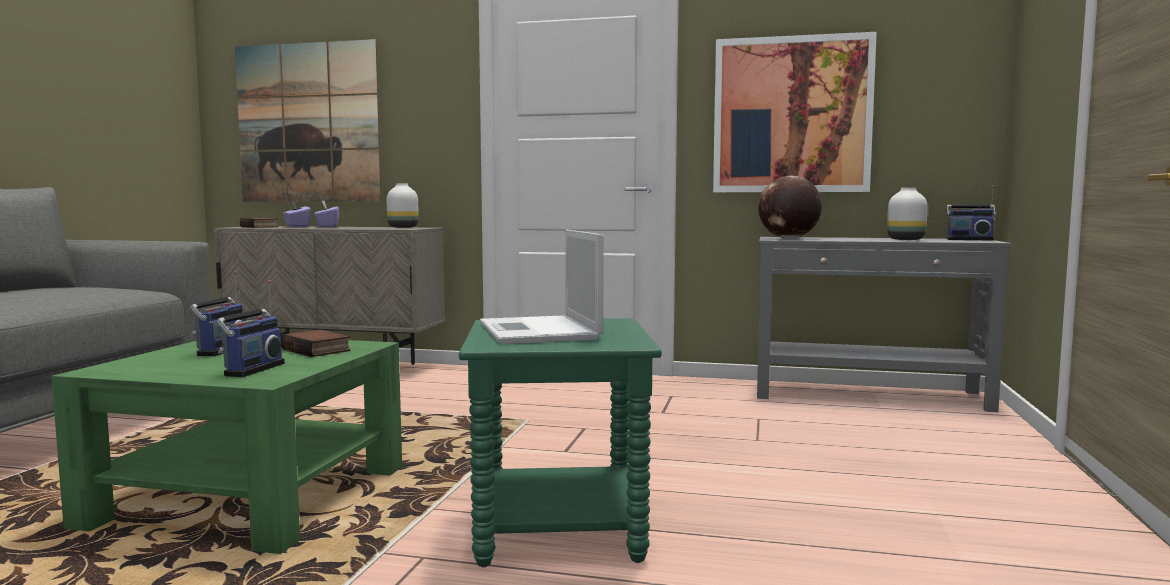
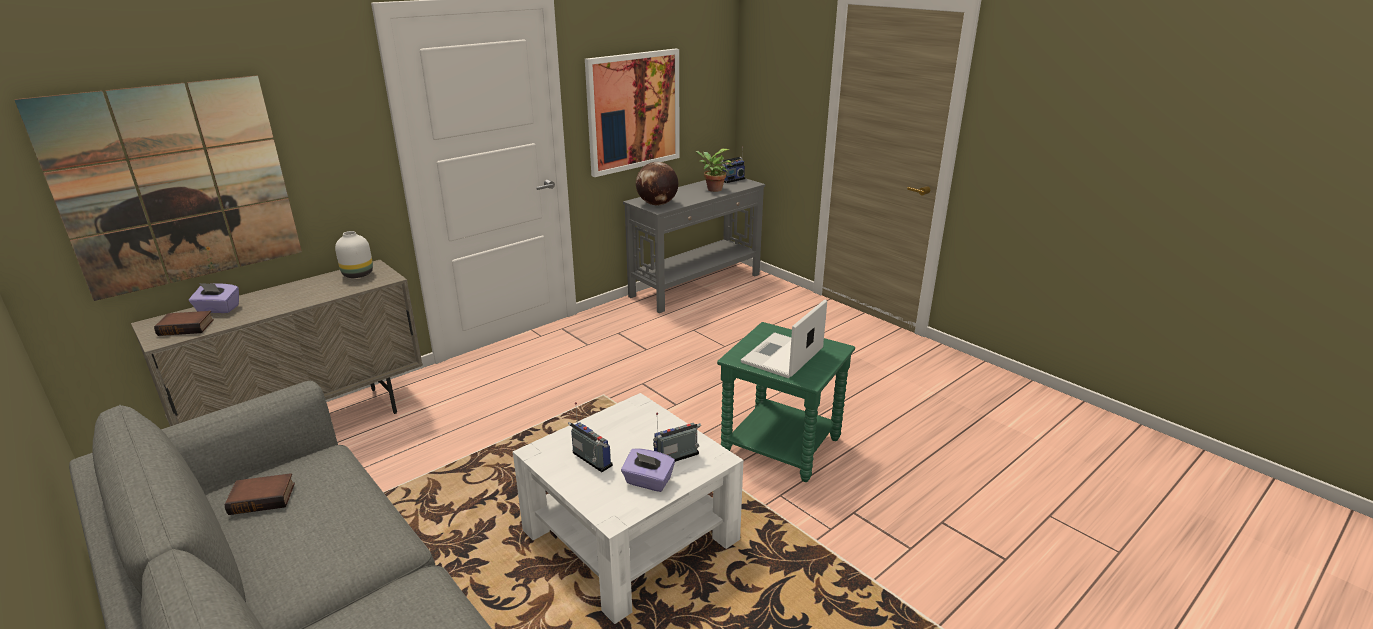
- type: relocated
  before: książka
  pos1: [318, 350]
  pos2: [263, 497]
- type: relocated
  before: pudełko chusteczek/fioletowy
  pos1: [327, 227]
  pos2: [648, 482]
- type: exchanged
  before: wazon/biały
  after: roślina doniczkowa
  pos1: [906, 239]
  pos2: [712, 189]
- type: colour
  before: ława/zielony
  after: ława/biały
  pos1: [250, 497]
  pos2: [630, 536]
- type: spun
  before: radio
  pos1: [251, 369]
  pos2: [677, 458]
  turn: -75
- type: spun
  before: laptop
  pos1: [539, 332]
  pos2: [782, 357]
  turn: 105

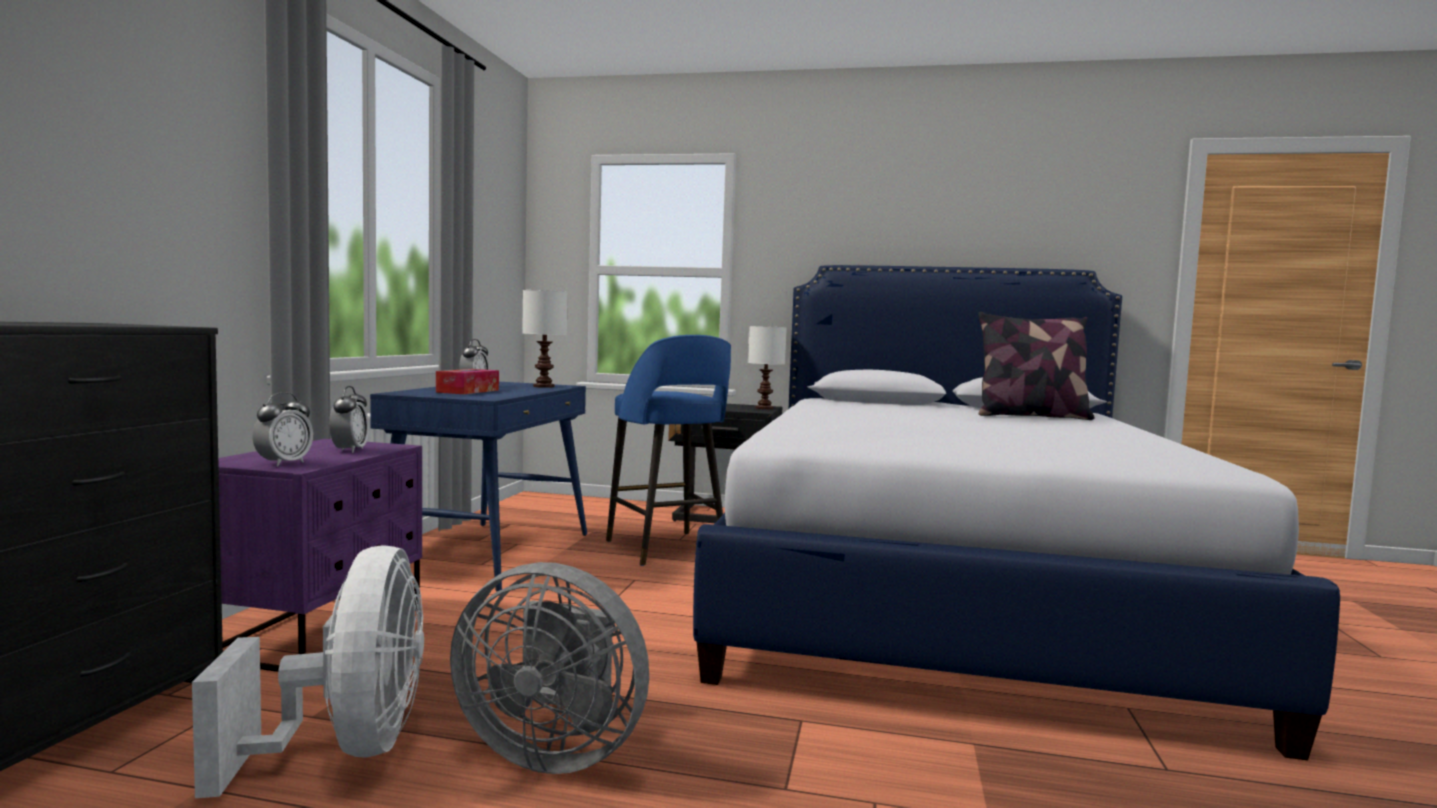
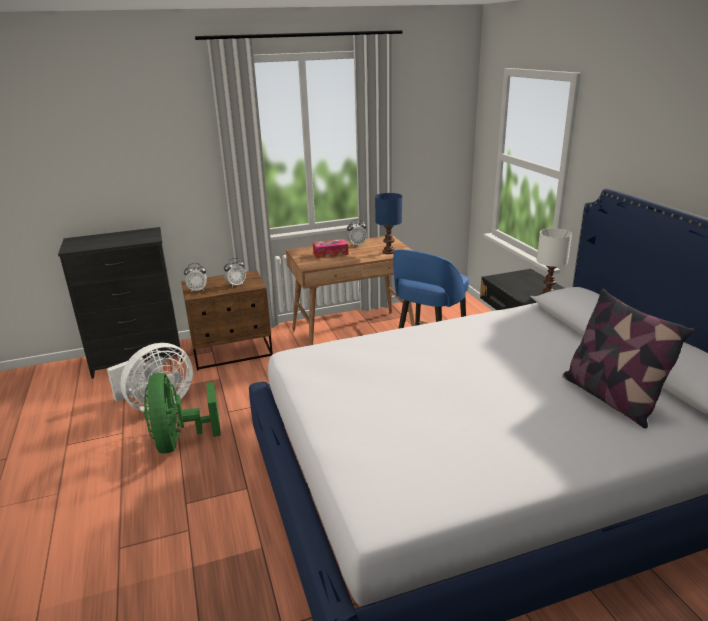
- type: colour
  before: szafka nocna/fioletowy
  after: szafka nocna/brązowy
  pos1: [319, 633]
  pos2: [232, 352]
- type: colour
  before: biurko/niebieski
  after: biurko/brązowy
  pos1: [489, 554]
  pos2: [353, 334]
- type: colour
  before: wentylator/szary
  after: wentylator/zielony
  pos1: [553, 751]
  pos2: [180, 441]
- type: colour
  before: lampa stołowa/biały
  after: lampa stołowa/niebieski
  pos1: [544, 386]
  pos2: [389, 252]

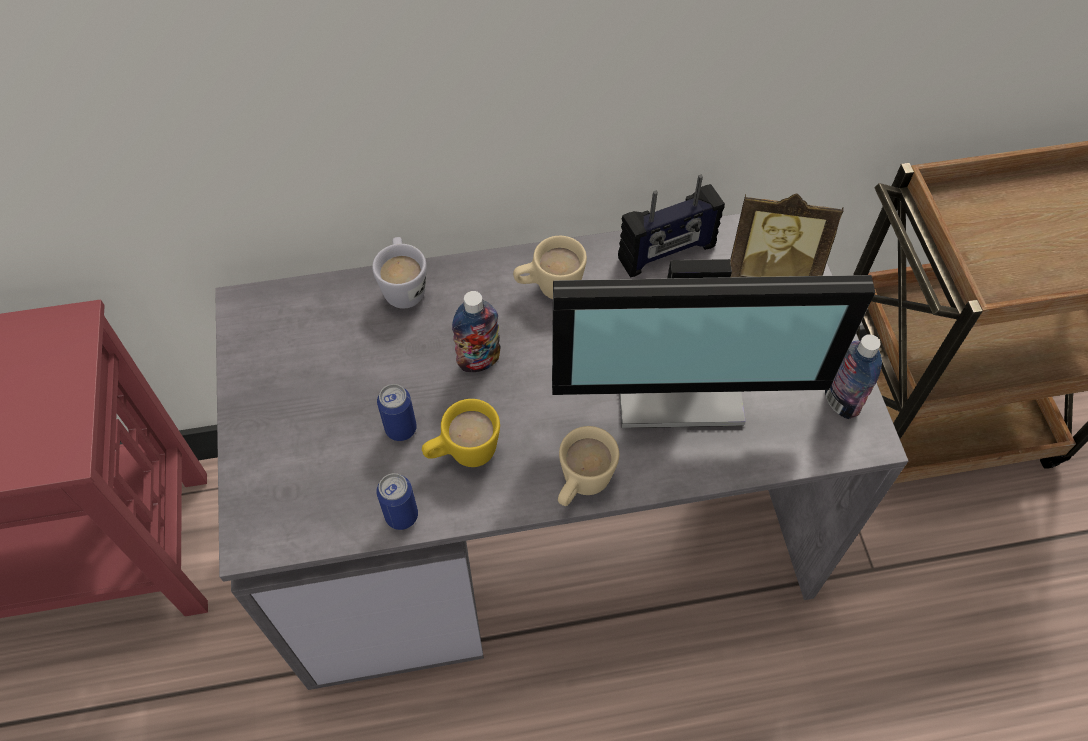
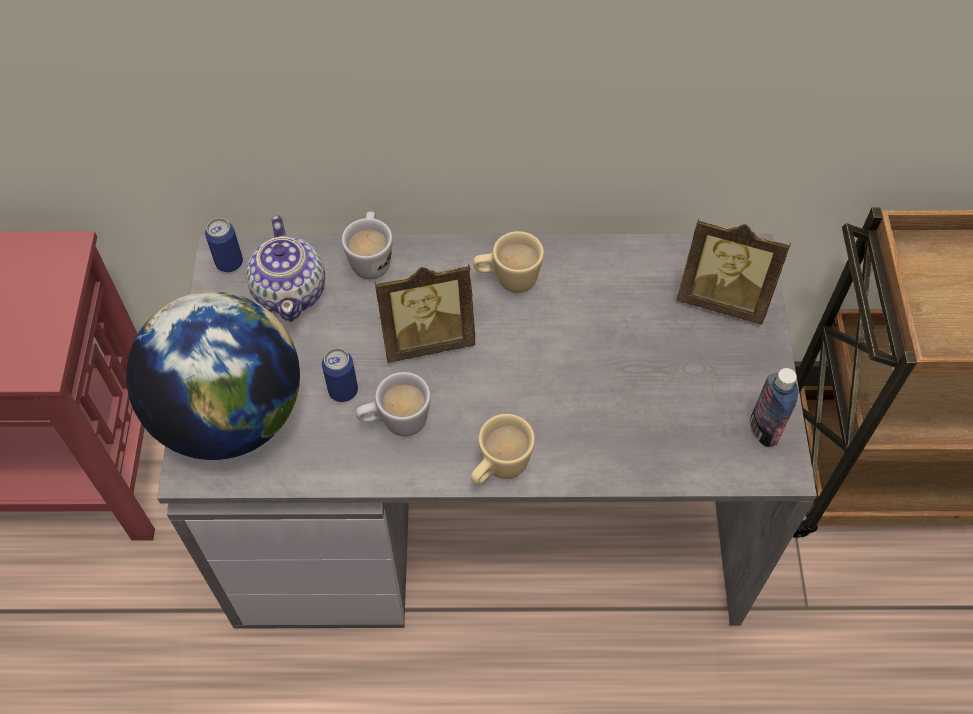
- type: missing
  before: monitor
  pos1: [680, 380]
- type: missing
  before: radio
  pos1: [667, 253]
- type: appeared
  after: globus
  pos2: [230, 415]
- type: appeared
  after: imbryk
  pos2: [291, 291]
- type: relocated
  before: puszka
  pos1: [401, 515]
  pos2: [229, 263]
- type: exchanged
  before: butelka
  after: ramka na zdjęcie
  pos1: [479, 360]
  pos2: [427, 338]
- type: colour
  before: kubek/żółty
  after: kubek/biały
  pos1: [463, 453]
  pos2: [395, 422]

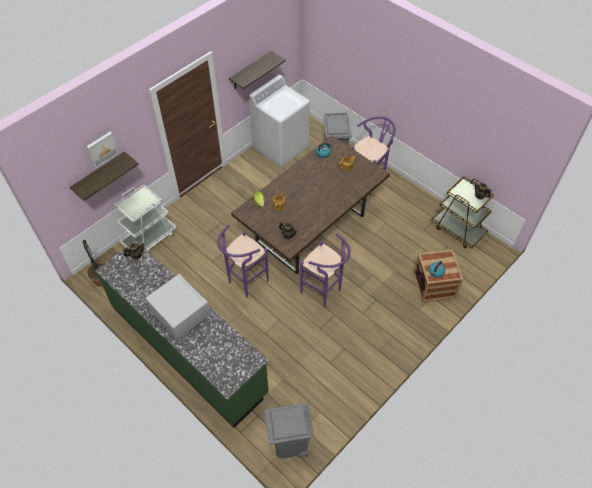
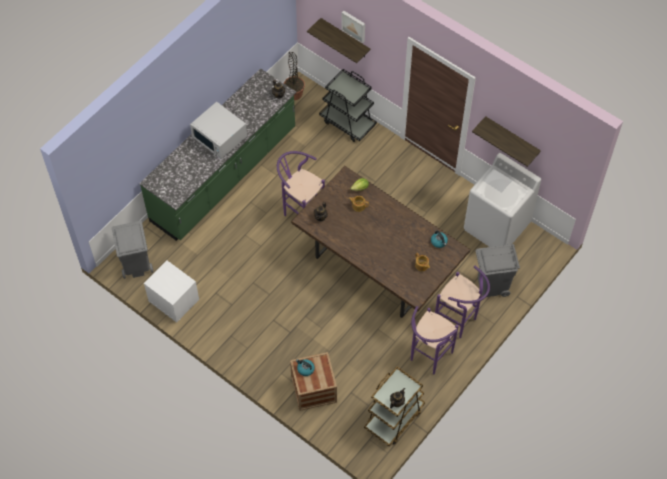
- type: appeared
  after: szafka nocna/biały
  pos2: [173, 300]
- type: relocated
  before: stołek/fioletowy
  pos1: [324, 293]
  pos2: [428, 358]
- type: colour
  before: wózek/biały
  after: wózek/czarny
  pos1: [149, 238]
  pos2: [348, 123]
- type: spun
  before: mikrofalówka/biały
  pos1: [180, 312]
  pos2: [220, 137]
  turn: 90

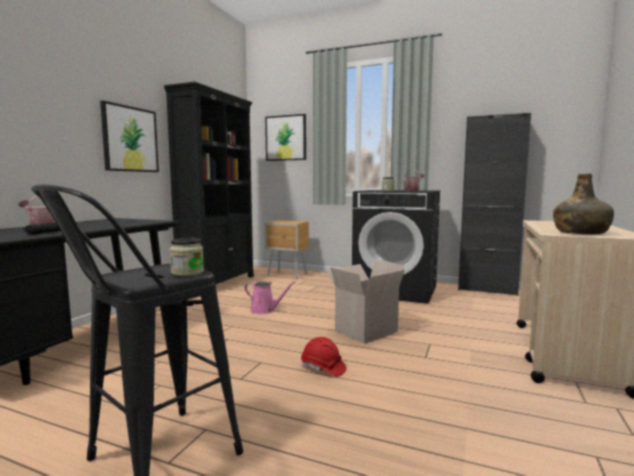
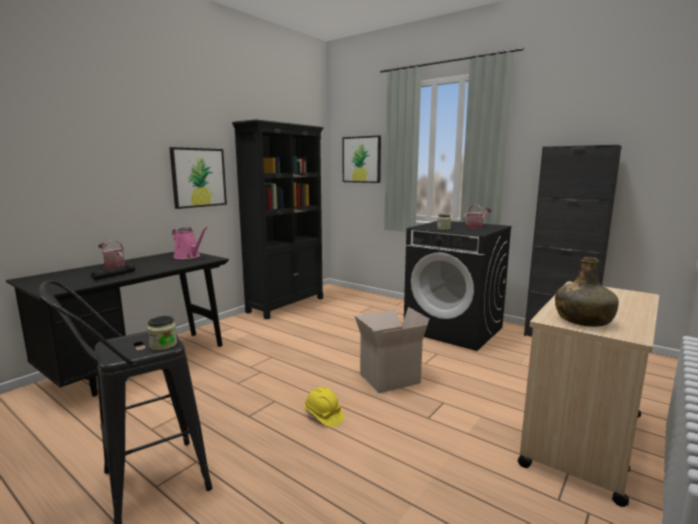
- type: missing
  before: szafka nocna/brązowy
  pos1: [288, 275]
- type: relocated
  before: konewka/różowy
  pos1: [265, 310]
  pos2: [188, 256]
- type: colour
  before: kask/czerwony
  after: kask/żółty
  pos1: [323, 368]
  pos2: [323, 416]

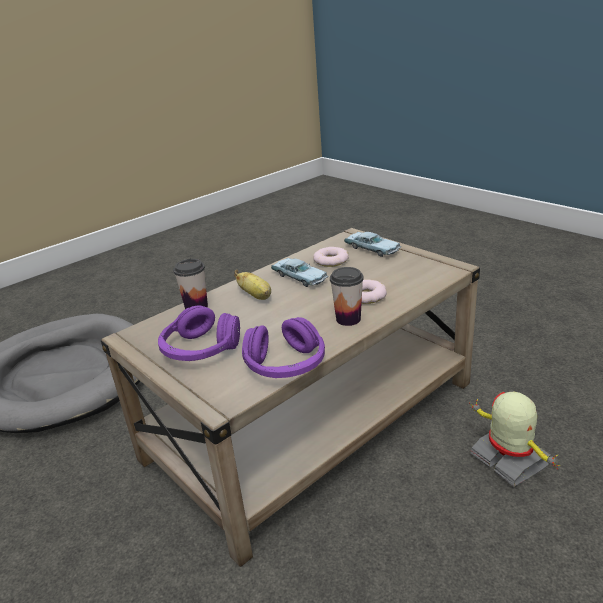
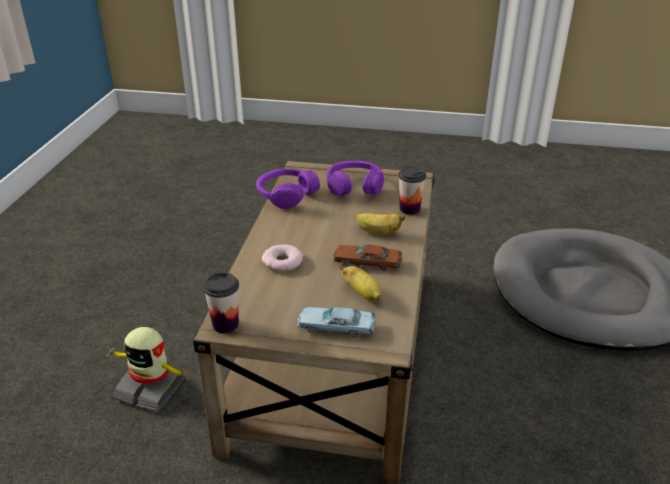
- type: relocated
  before: filiżanka
  pos1: [348, 319]
  pos2: [225, 324]
- type: exchanged
  before: donut
  after: banan
  pos1: [331, 260]
  pos2: [363, 294]
- type: colour
  before: samochodzik/niebieski
  after: samochodzik/brązowy
  pos1: [299, 277]
  pos2: [367, 262]

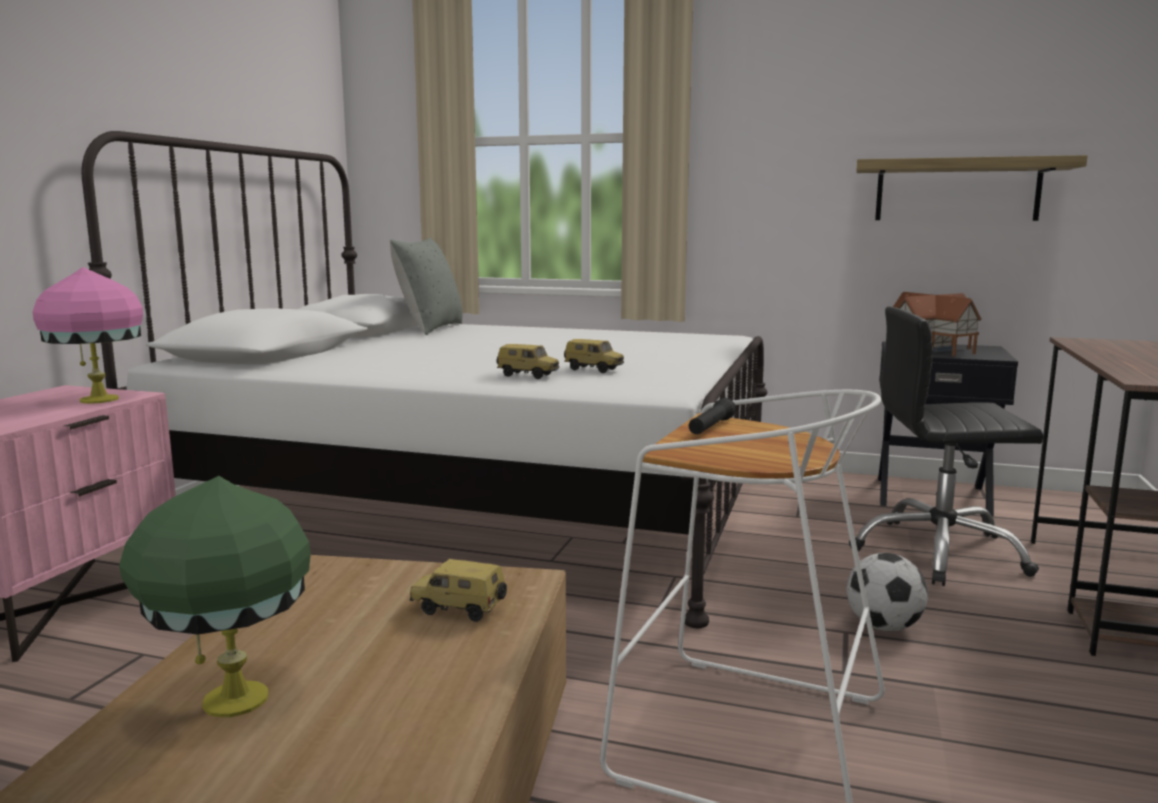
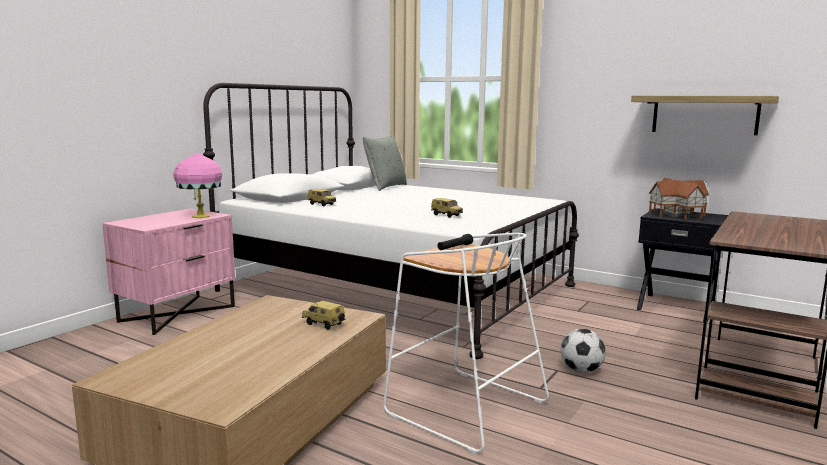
- type: missing
  before: lampa stołowa/zielony
  pos1: [231, 700]
- type: missing
  before: krzesło biurowe/czarny
  pos1: [939, 553]
- type: relocated
  before: samochodzik
  pos1: [528, 376]
  pos2: [322, 204]

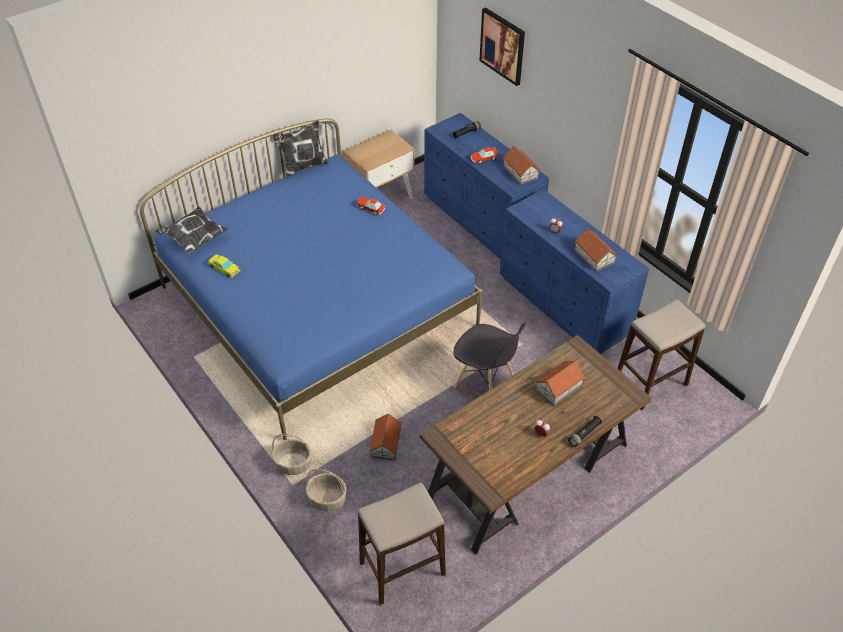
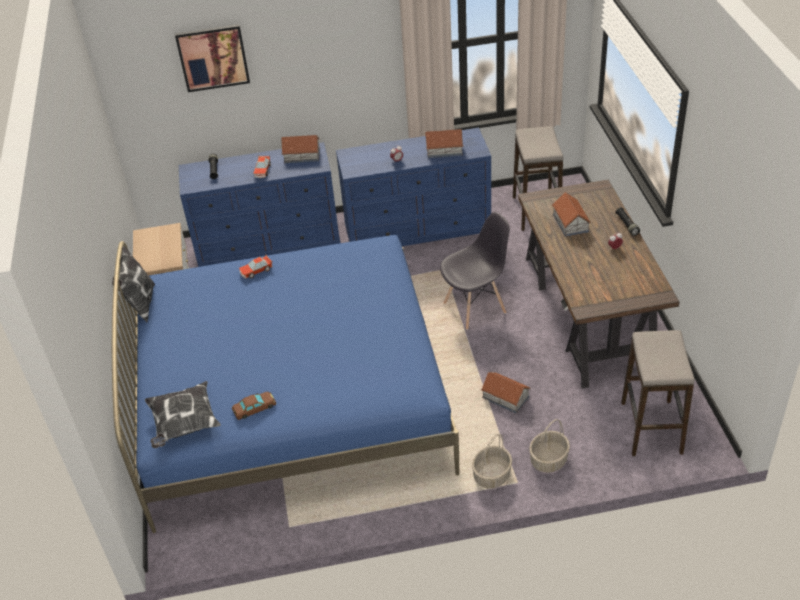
- type: colour
  before: samochodzik/żółty
  after: samochodzik/brązowy
  pos1: [224, 268]
  pos2: [254, 407]

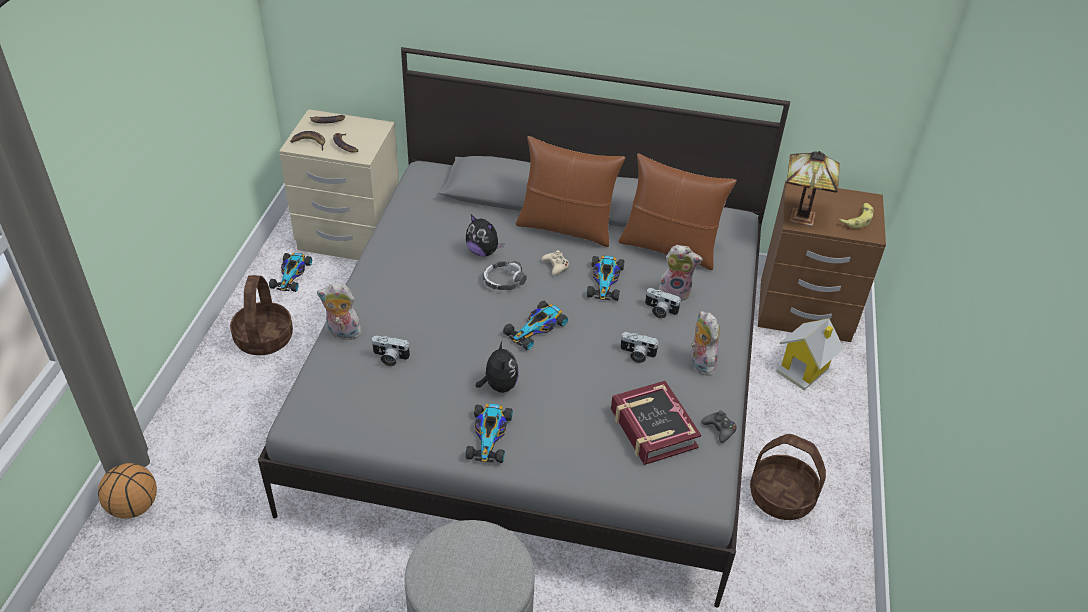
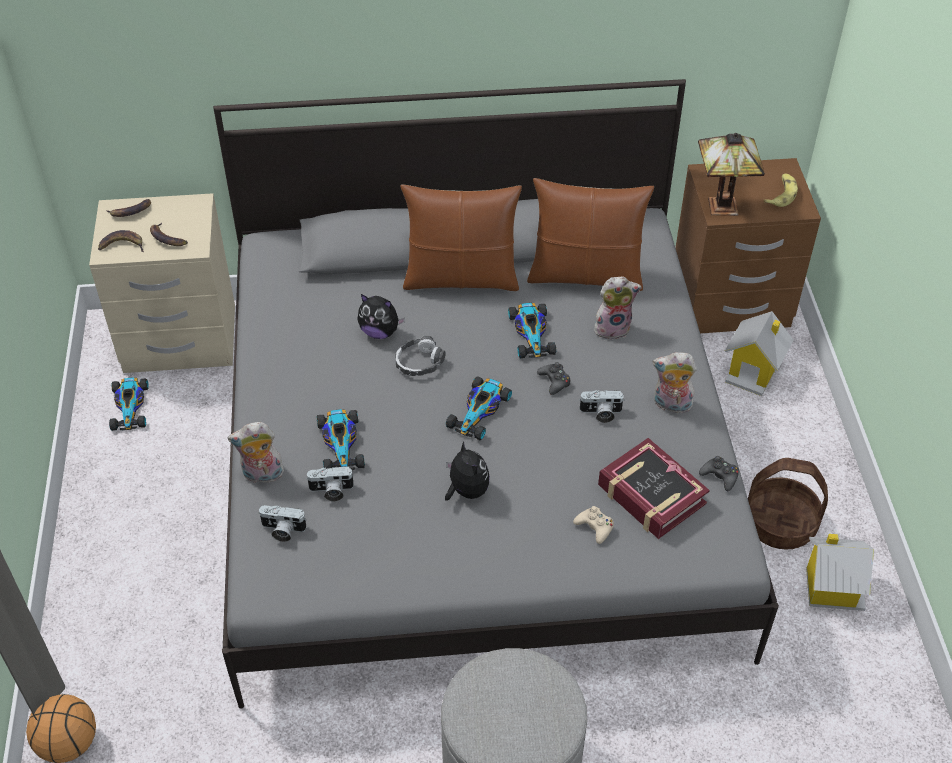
- type: missing
  before: koszyk
  pos1: [264, 338]
- type: appeared
  after: pad do gier/czarny
  pos2: [554, 381]
- type: appeared
  after: domek
  pos2: [831, 588]
- type: relocated
  before: samochodzik
  pos1: [489, 435]
  pos2: [341, 443]
- type: relocated
  before: pad do gier/beżowy
  pos1: [556, 266]
  pos2: [595, 527]
- type: relocated
  before: aparat fotograficzny
  pos1: [659, 311]
  pos2: [282, 530]
- type: spun
  before: pluszak
  pos1: [700, 363]
  pos2: [671, 405]
  turn: -45

